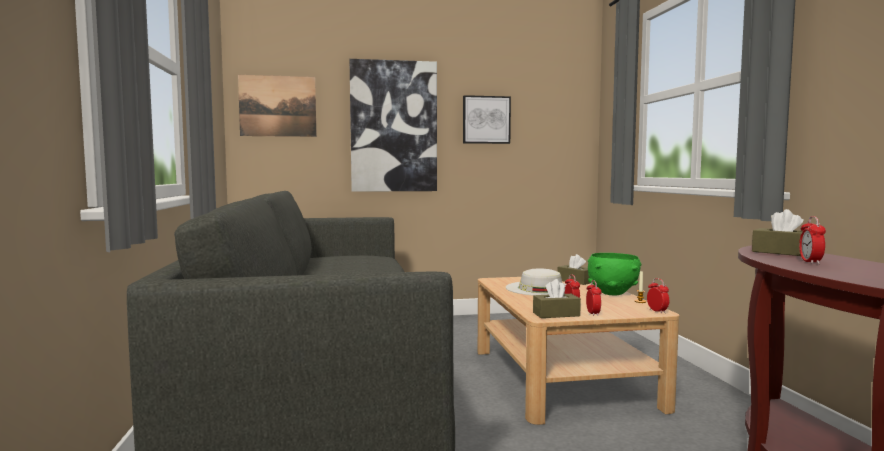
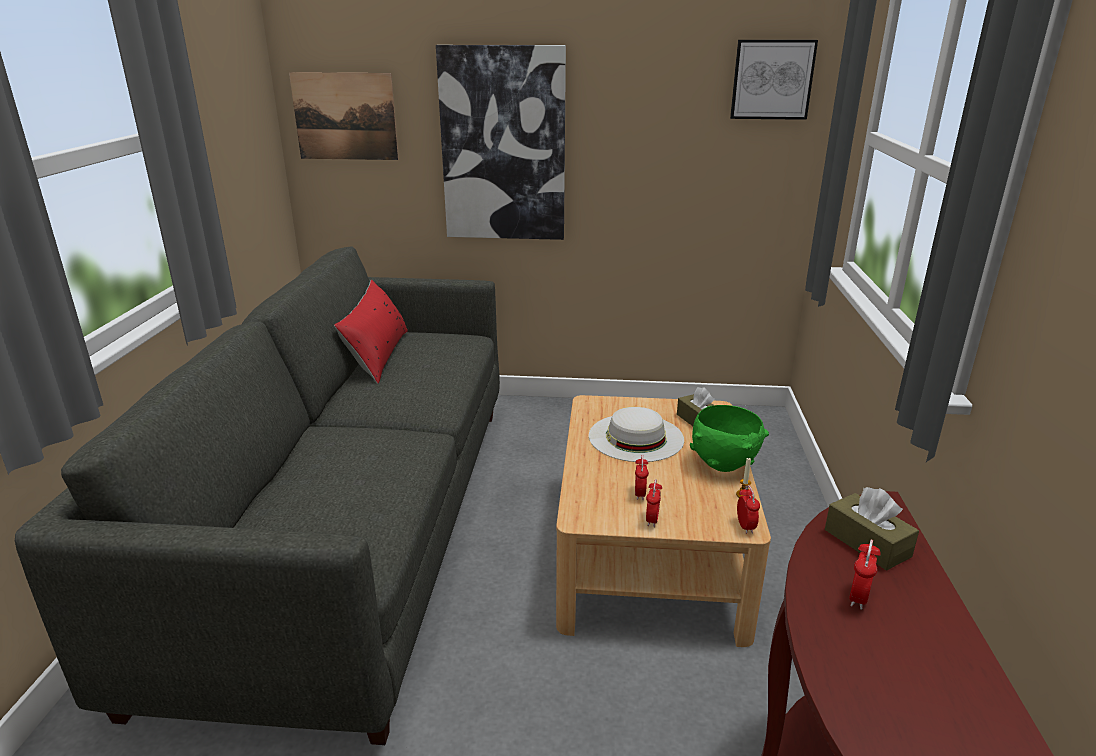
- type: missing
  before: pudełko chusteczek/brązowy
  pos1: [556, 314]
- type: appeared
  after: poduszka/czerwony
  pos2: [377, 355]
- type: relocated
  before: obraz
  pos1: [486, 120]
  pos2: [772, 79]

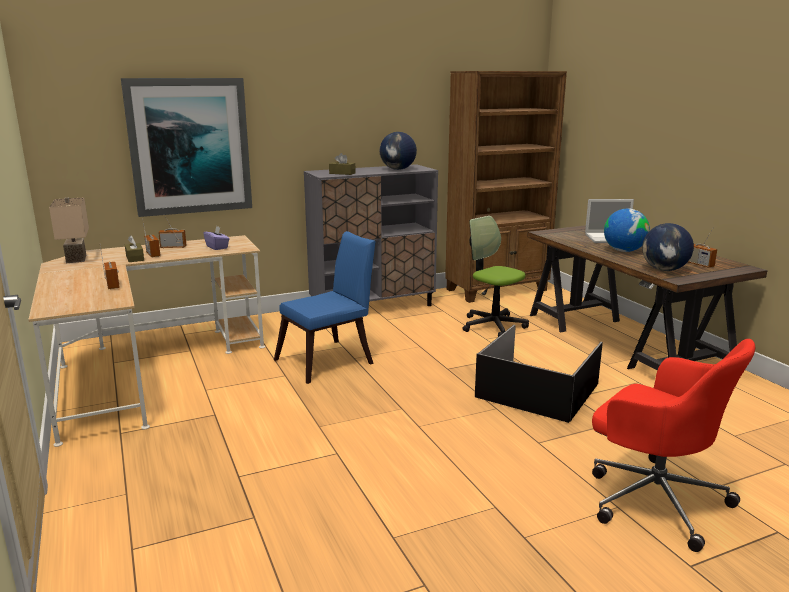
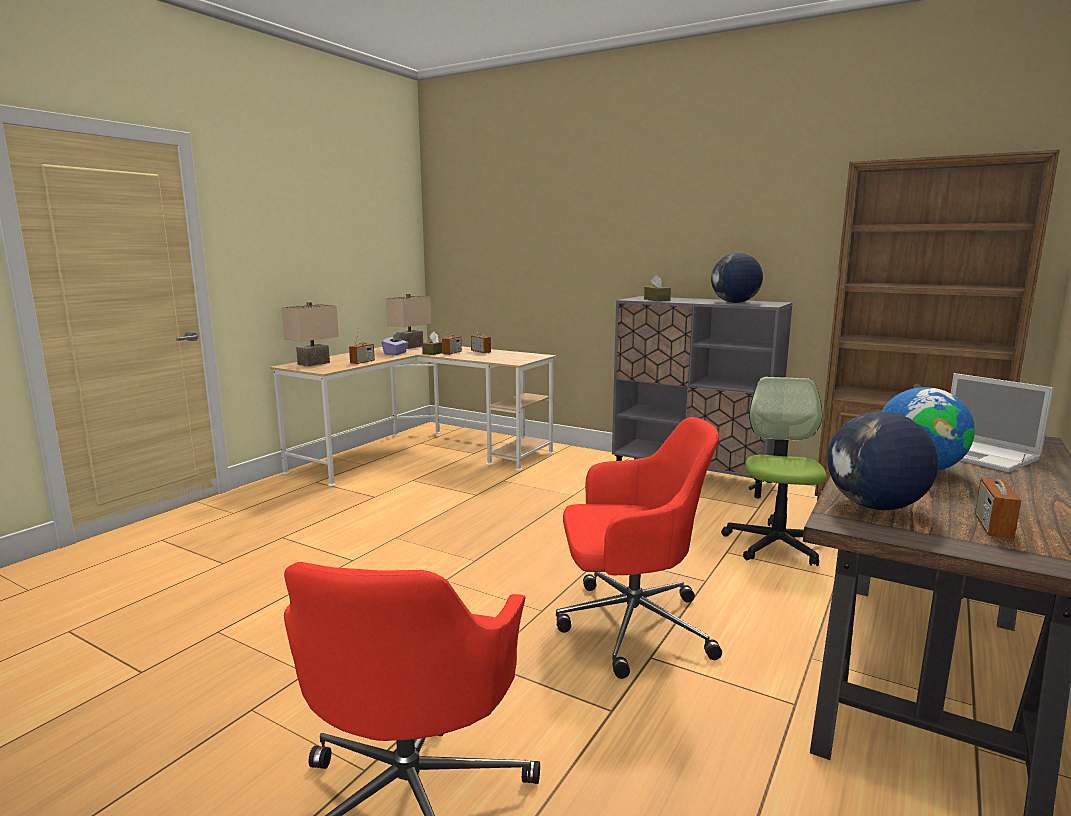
- type: missing
  before: obraz
  pos1: [189, 146]
- type: missing
  before: krzesło/niebieski
  pos1: [330, 360]
- type: appeared
  after: lampa stołowa/beżowy
  pos2: [313, 363]
- type: relocated
  before: pudełko chusteczek/fioletowy
  pos1: [217, 247]
  pos2: [395, 353]
- type: exchanged
  before: pojemnik do przechowywania/czarny
  after: krzesło biurowe/czerwony
  pos1: [539, 391]
  pos2: [630, 626]

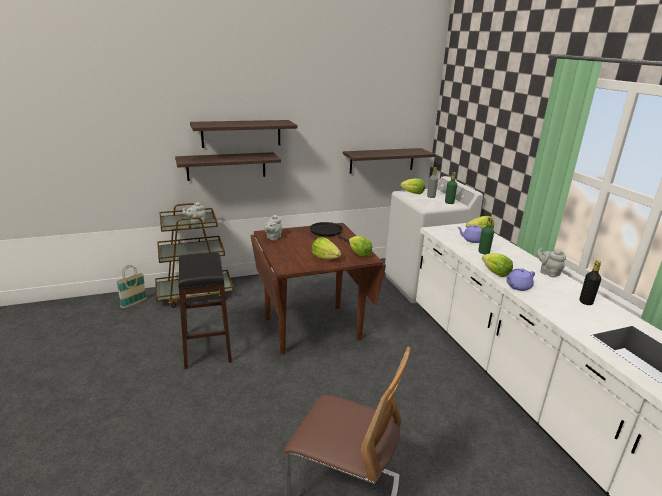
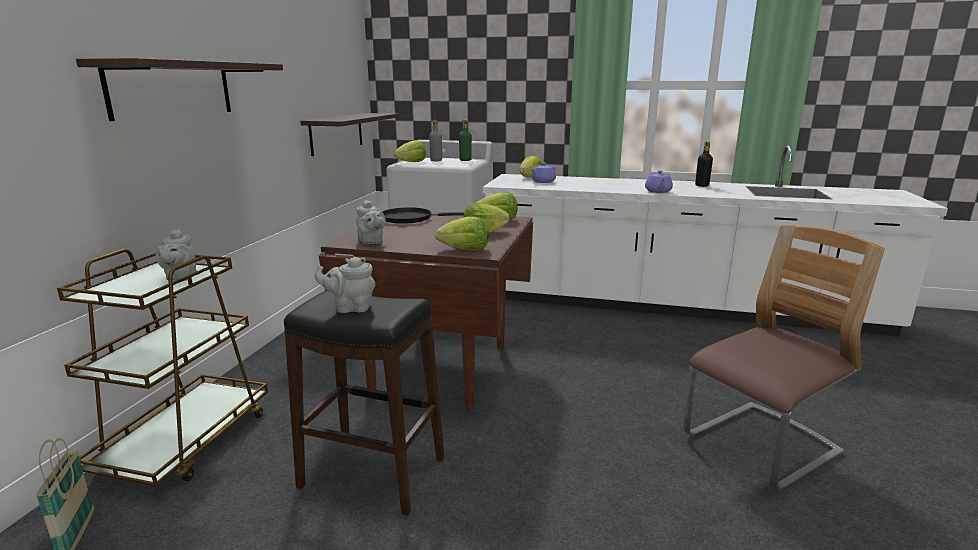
- type: missing
  before: półka
  pos1: [226, 166]
- type: missing
  before: butelka/zielony
  pos1: [483, 252]
- type: relocated
  before: sałata
  pos1: [495, 273]
  pos2: [465, 250]
- type: relocated
  before: imbryk/szary
  pos1: [548, 273]
  pos2: [350, 308]

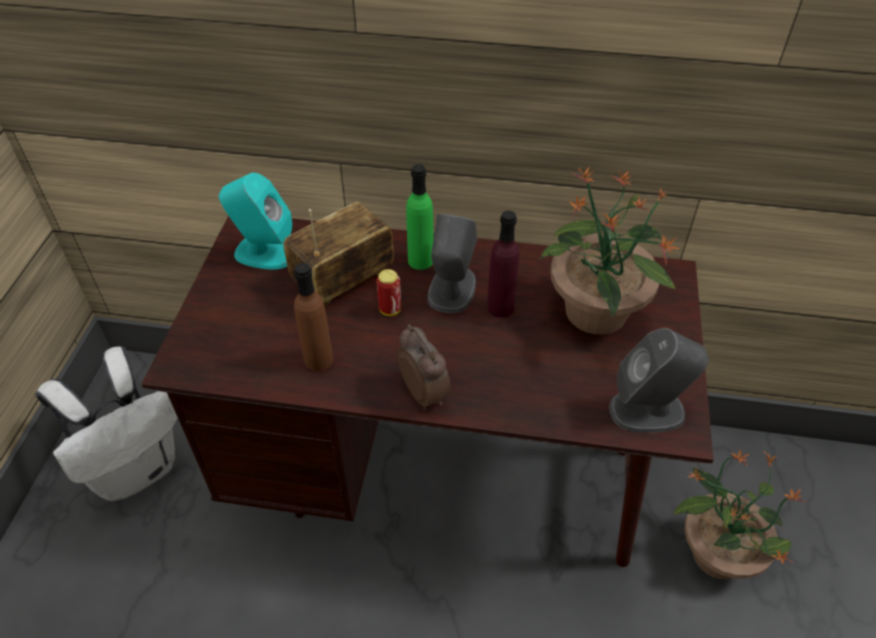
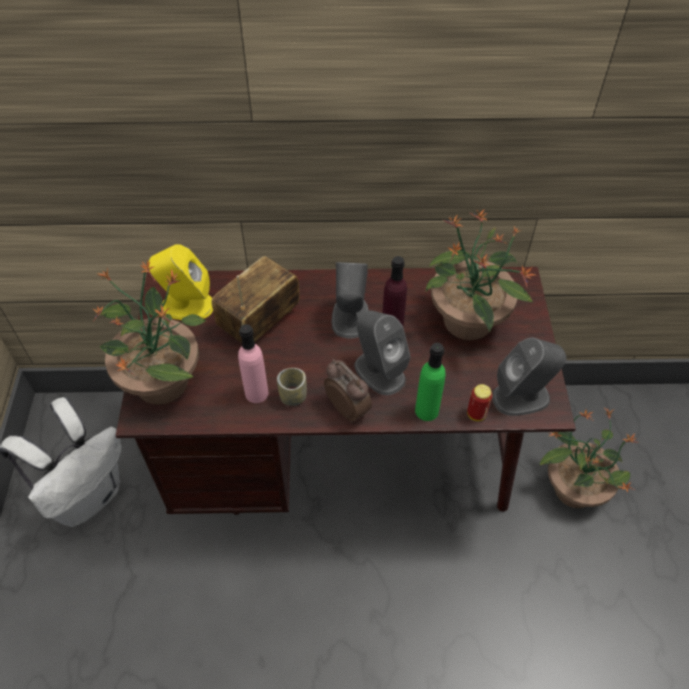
- type: appeared
  after: roślina doniczkowa
  pos2: [162, 381]
- type: appeared
  after: filiżanka
  pos2: [293, 397]
- type: appeared
  after: głośnik/szary
  pos2: [379, 372]
- type: relocated
  before: puszka
  pos1: [390, 309]
  pos2: [476, 414]
- type: relocated
  before: butelka/zielony
  pos1: [420, 260]
  pos2: [426, 410]
- type: colour
  before: głośnik/turkusowy
  after: głośnik/żółty
  pos1: [264, 253]
  pos2: [187, 305]
- type: colour
  before: butelka/brązowy
  after: butelka/różowy
  pos1: [318, 359]
  pos2: [256, 393]

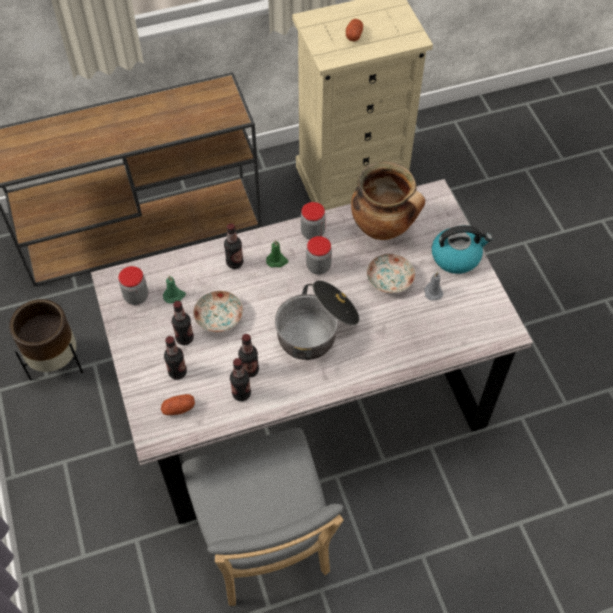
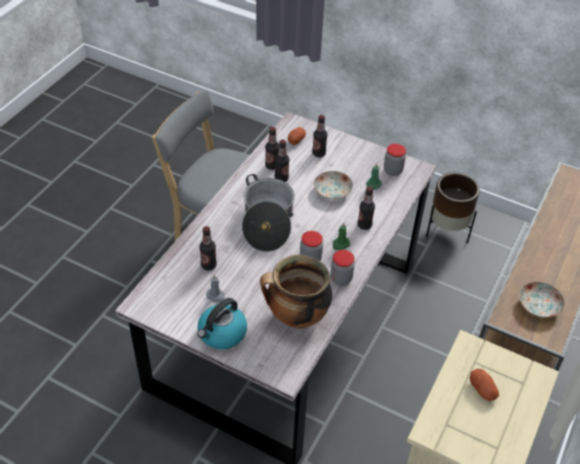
- type: relocated
  before: butelka
  pos1: [184, 338]
  pos2: [208, 265]
- type: relocated
  before: talerz
  pos1: [390, 279]
  pos2: [539, 306]

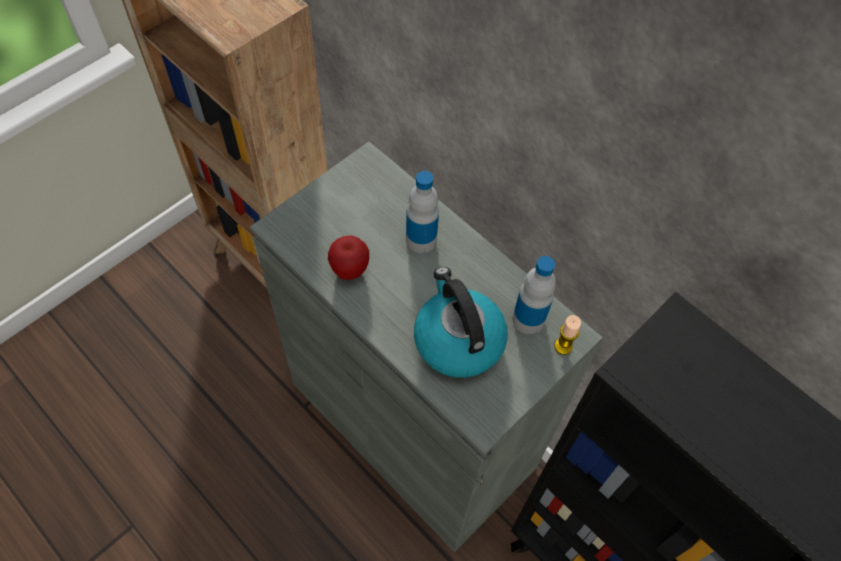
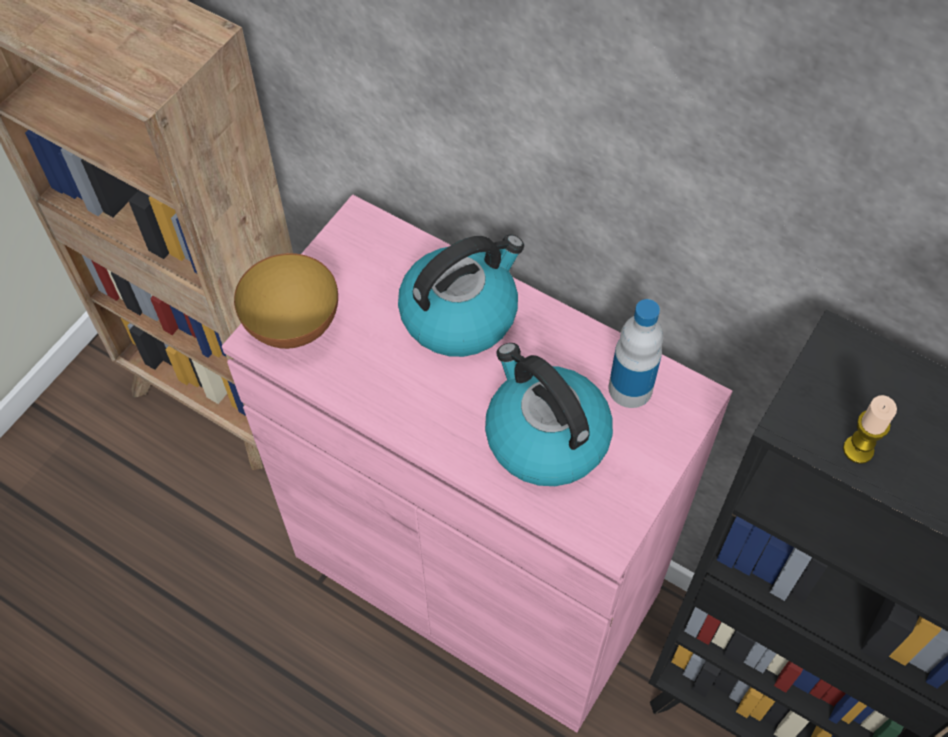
- type: missing
  before: jabłko
  pos1: [349, 270]
- type: appeared
  after: miska
  pos2: [293, 326]
- type: relocated
  before: świeca
  pos1: [563, 346]
  pos2: [858, 450]
- type: exchanged
  before: butelka
  after: czajnik
  pos1: [421, 240]
  pos2: [460, 313]
- type: colour
  before: szafka/szary
  after: szafka/różowy
  pos1: [412, 425]
  pos2: [476, 574]

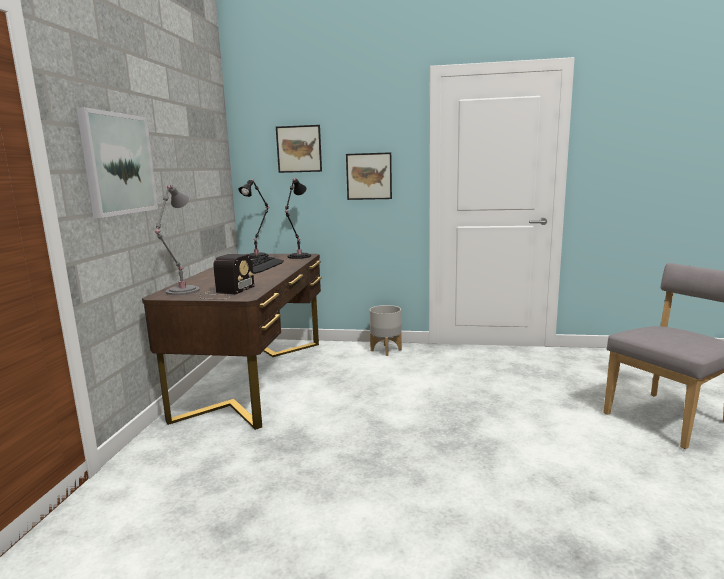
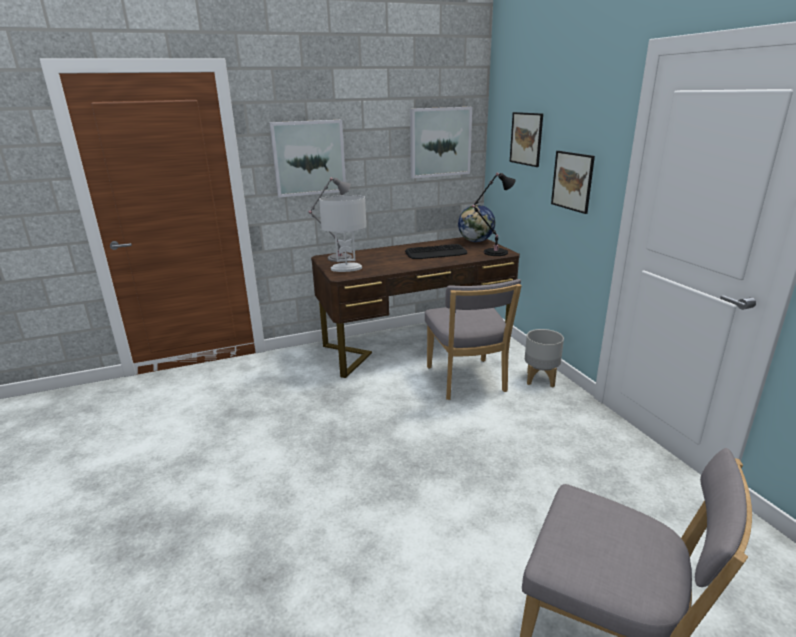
- type: appeared
  after: obraz
  pos2: [440, 142]
- type: appeared
  after: krzesło/szary
  pos2: [467, 381]
- type: exchanged
  before: radio
  after: lampa stołowa/biały
  pos1: [225, 292]
  pos2: [346, 268]
- type: exchanged
  before: lampa stołowa/czarny
  after: globus
  pos1: [258, 256]
  pos2: [476, 241]

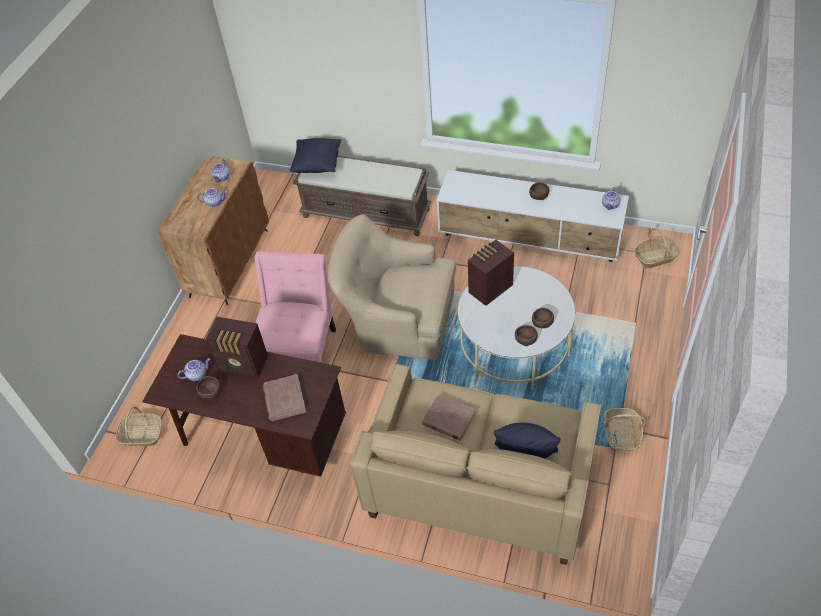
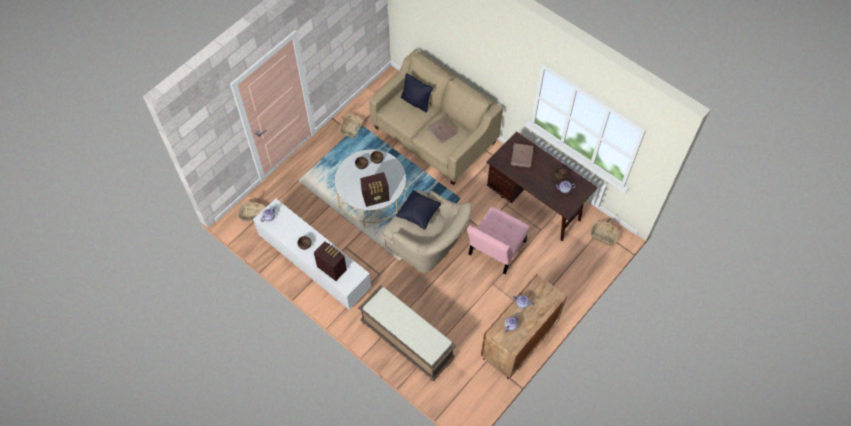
- type: relocated
  before: radio
  pos1: [244, 364]
  pos2: [331, 267]
- type: relocated
  before: poduszka/czarny
  pos1: [317, 165]
  pos2: [418, 214]

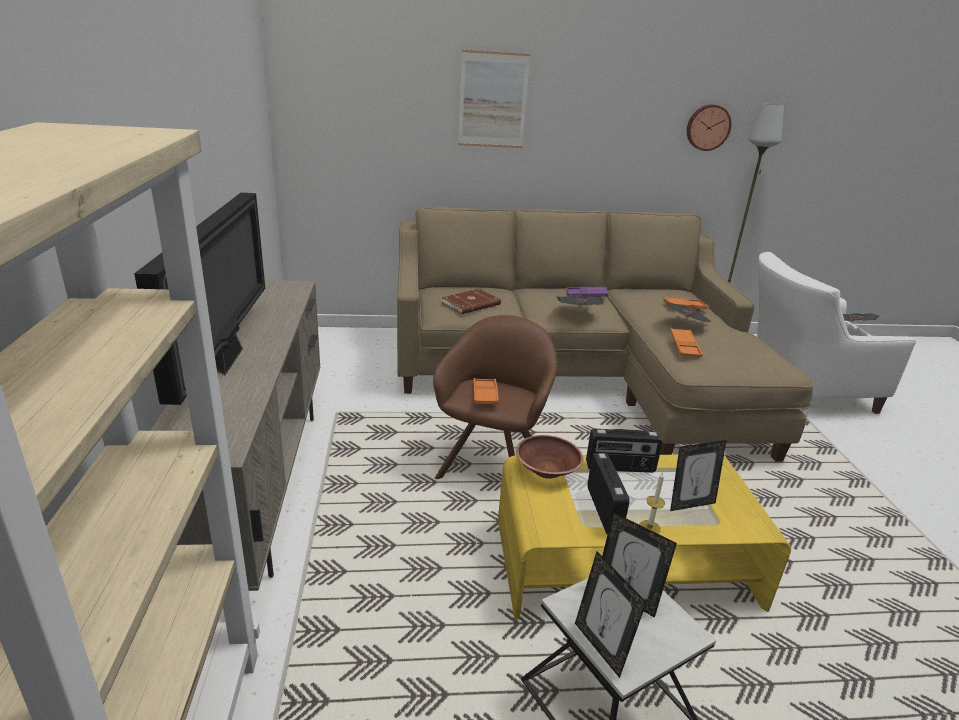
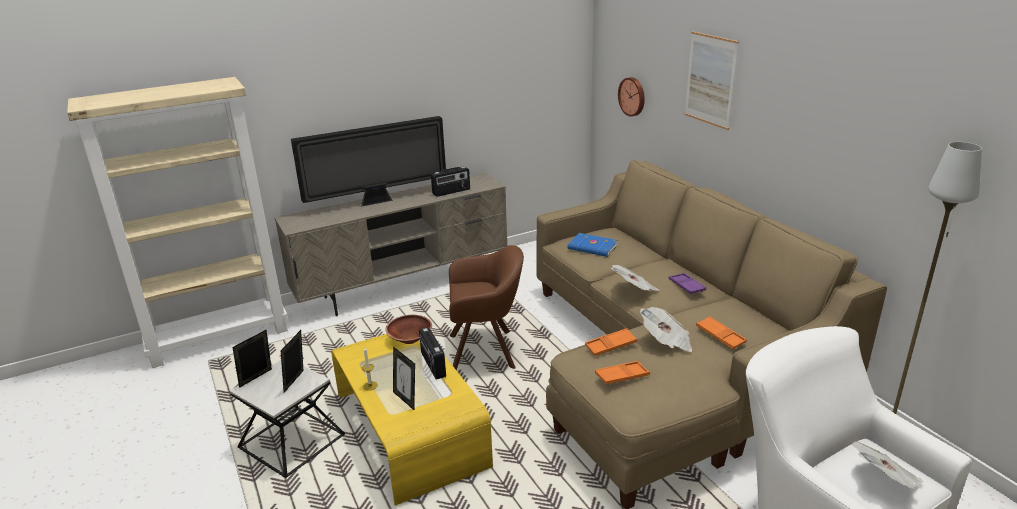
- type: relocated
  before: taca/pomarańczowy
  pos1: [485, 395]
  pos2: [622, 376]
- type: relocated
  before: radio
  pos1: [604, 509]
  pos2: [451, 192]
- type: relocated
  before: zegar ścienny
  pos1: [707, 127]
  pos2: [632, 96]
- type: colour
  before: książka/brązowy
  after: książka/niebieski
  pos1: [472, 304]
  pos2: [592, 247]

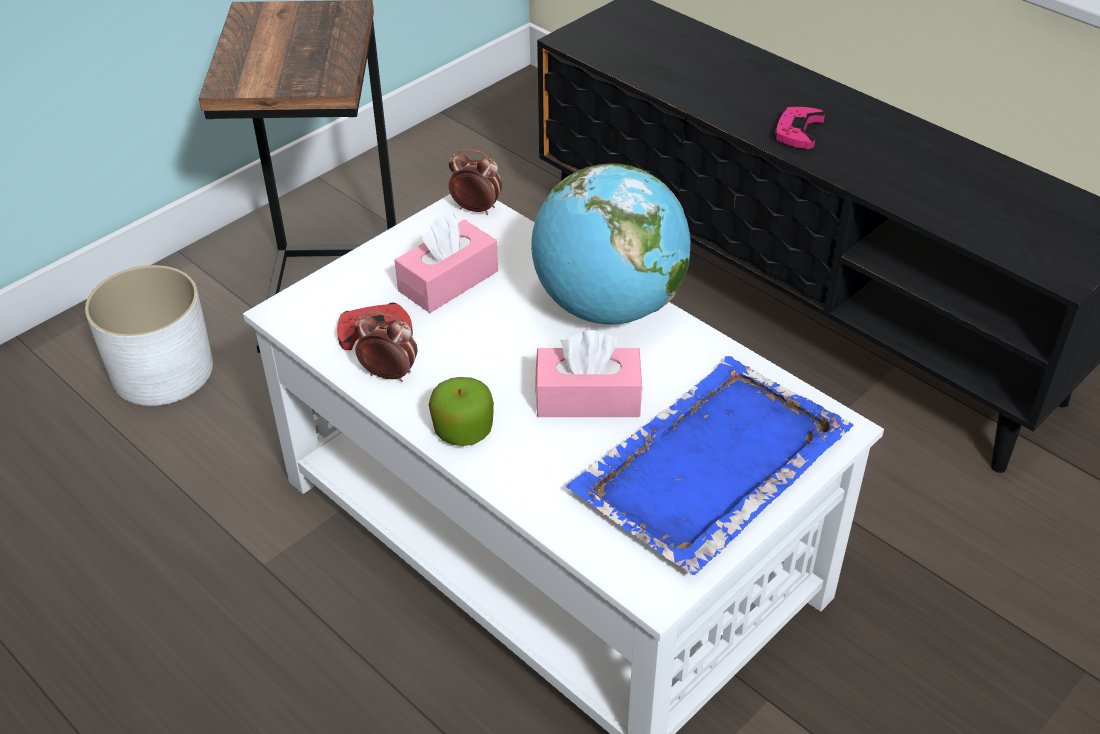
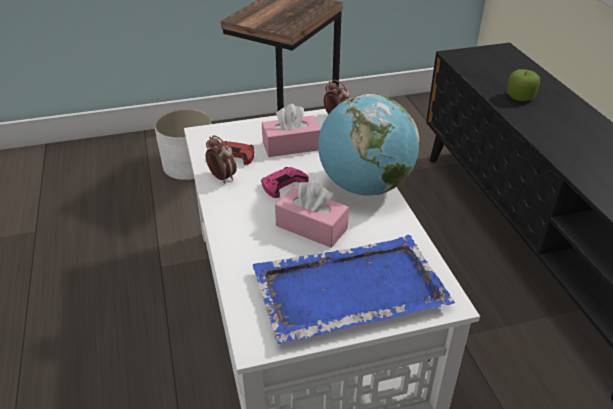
- type: relocated
  before: jabłko
  pos1: [463, 430]
  pos2: [520, 97]
- type: relocated
  before: pad do gier/różowy
  pos1: [797, 132]
  pos2: [283, 184]

